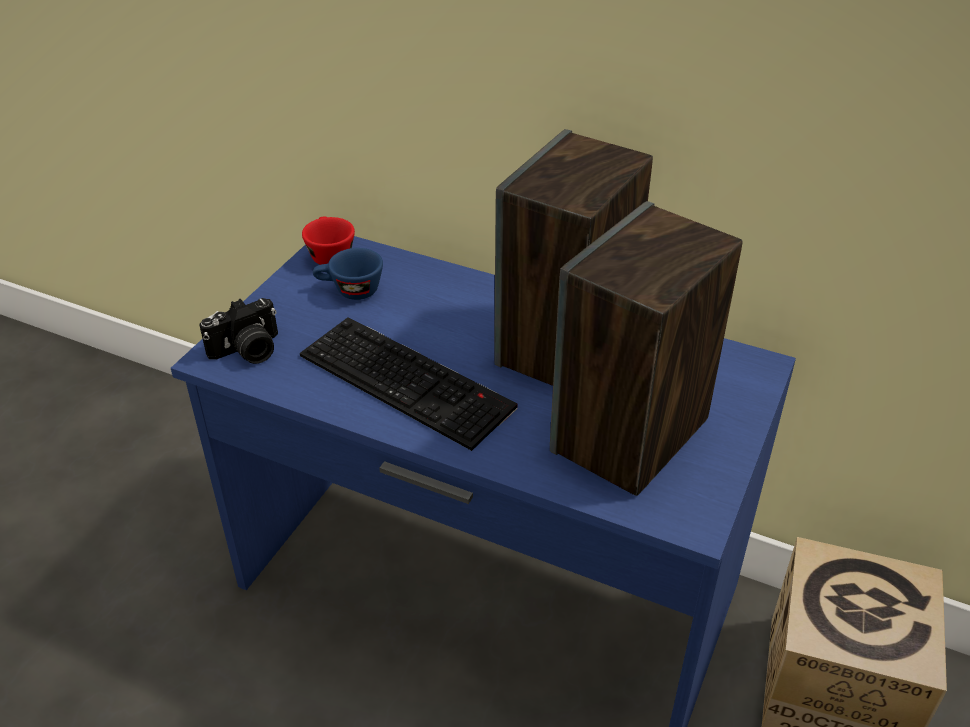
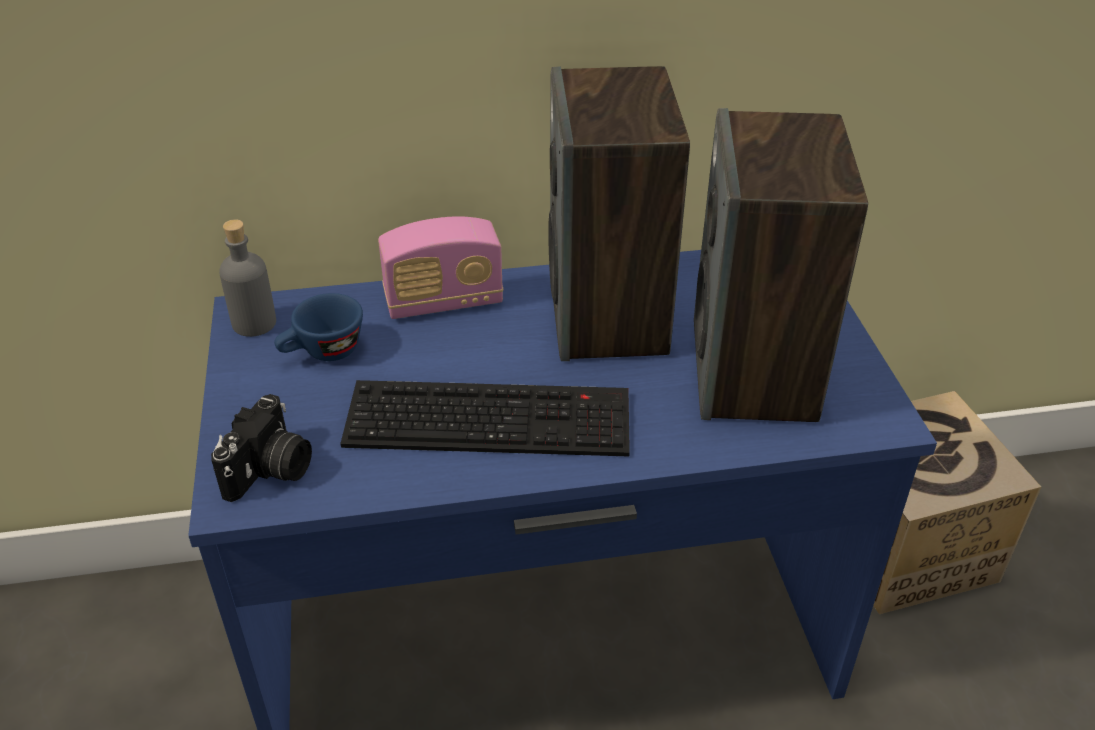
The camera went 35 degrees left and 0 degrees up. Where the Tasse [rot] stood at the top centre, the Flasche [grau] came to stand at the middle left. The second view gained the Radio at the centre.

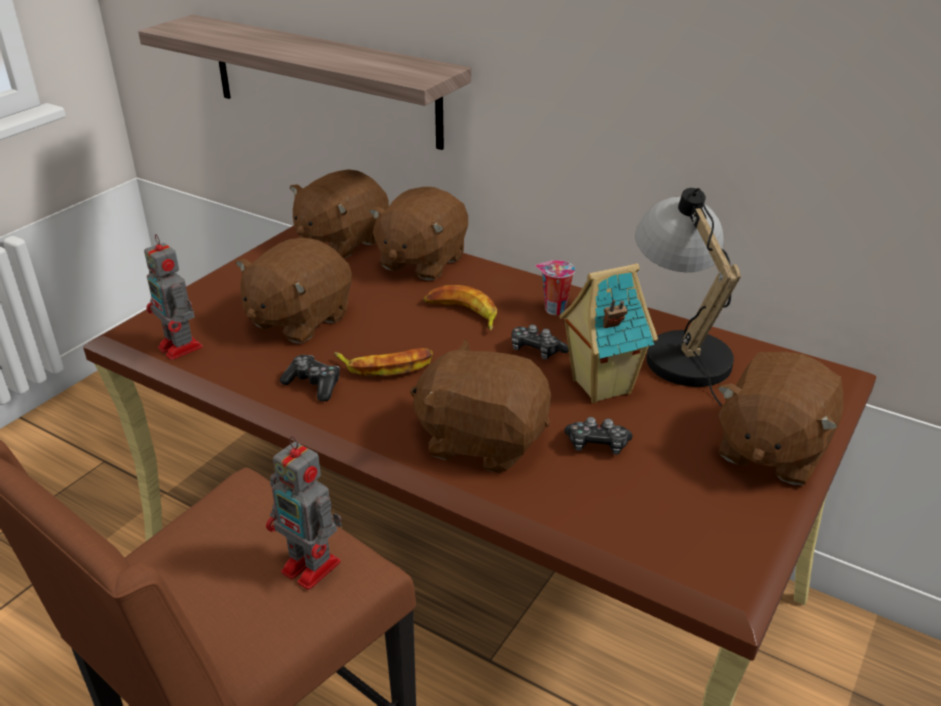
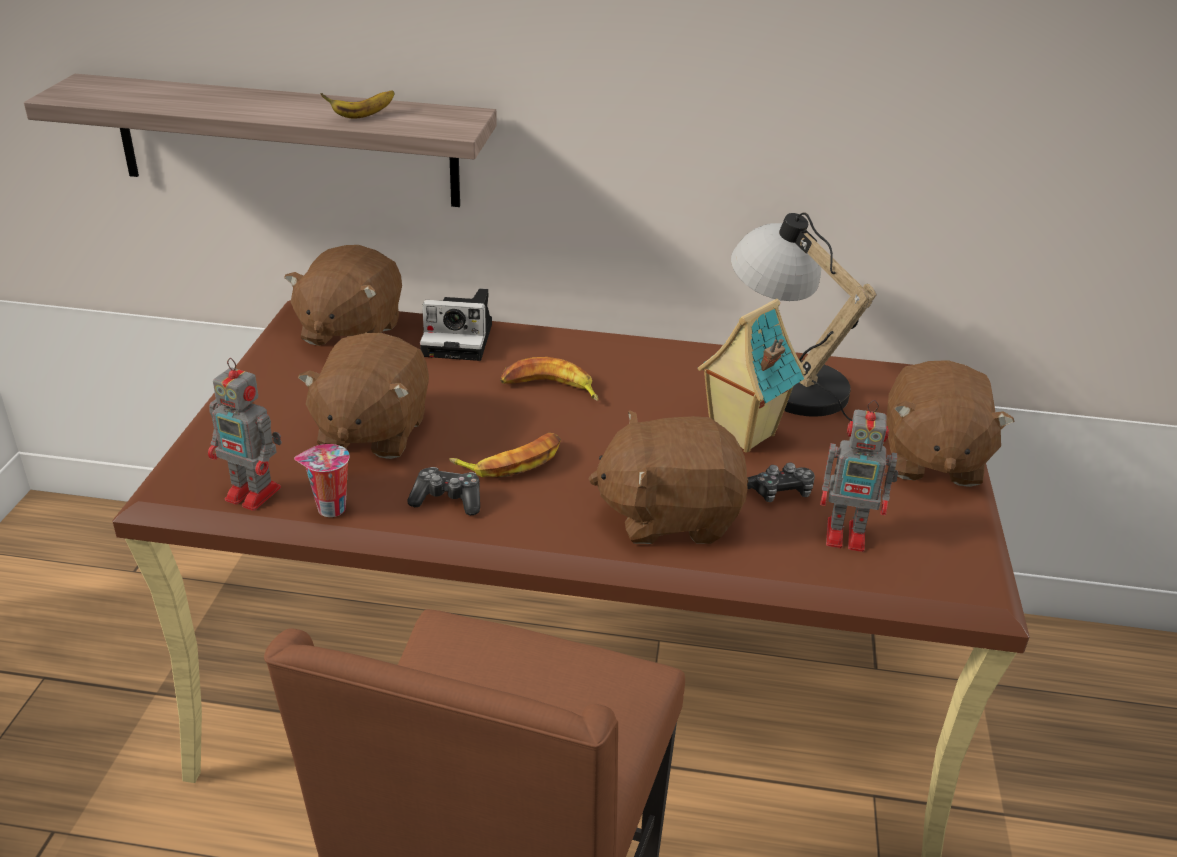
The camera went 25 degrees left and 0 degrees up. The Spielzeugroboter (no. 2 from left) ended up elsewhere, having gone from the bottom left to the middle right. Where the Plüschtier [braun] (no. 3 from left) stood at the top centre, the Kamera came to stand at the centre. The second view lost the Gamepad (no. 2 from left) at the centre. The Tasse ended up elsewhere, having gone from the centre to the middle left. The second view gained the Banane (no. 1 from left) at the top left.

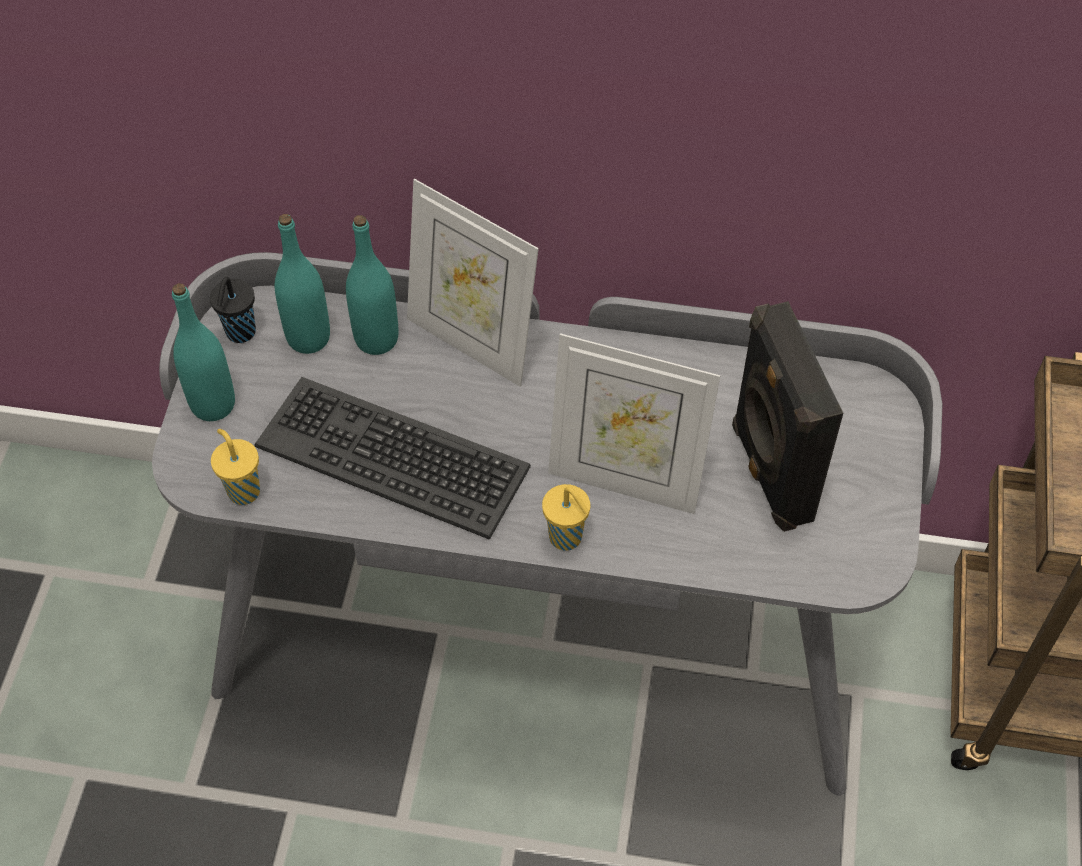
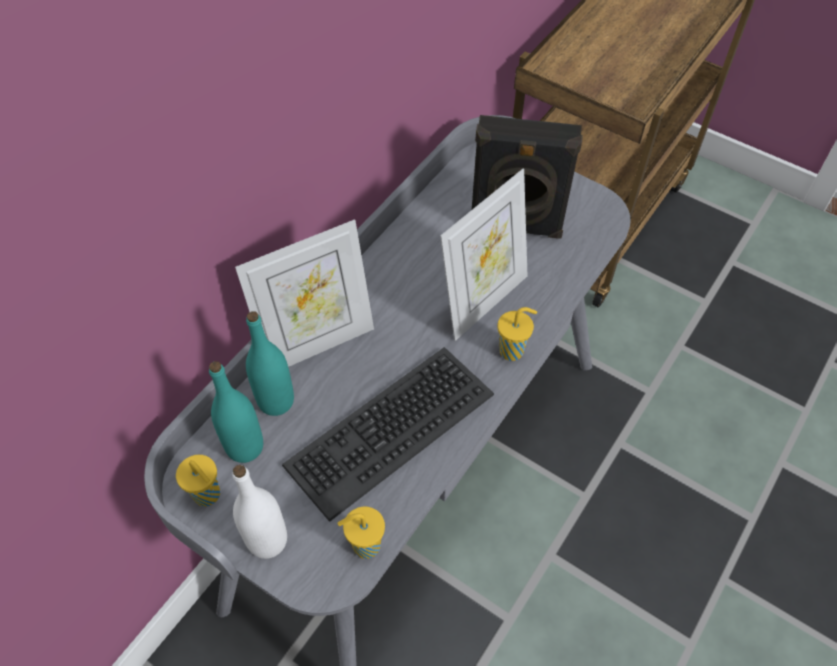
The camera went 65 degrees left and 0 degrees up. What was the Flasche [türkis] (no. 1 from left) at the middle left turned into the Flasche [weiß] at the bottom left. What was the Tasse [schwarz] at the middle left turned into the Tasse [gelb] (no. 1 from left) at the bottom left.

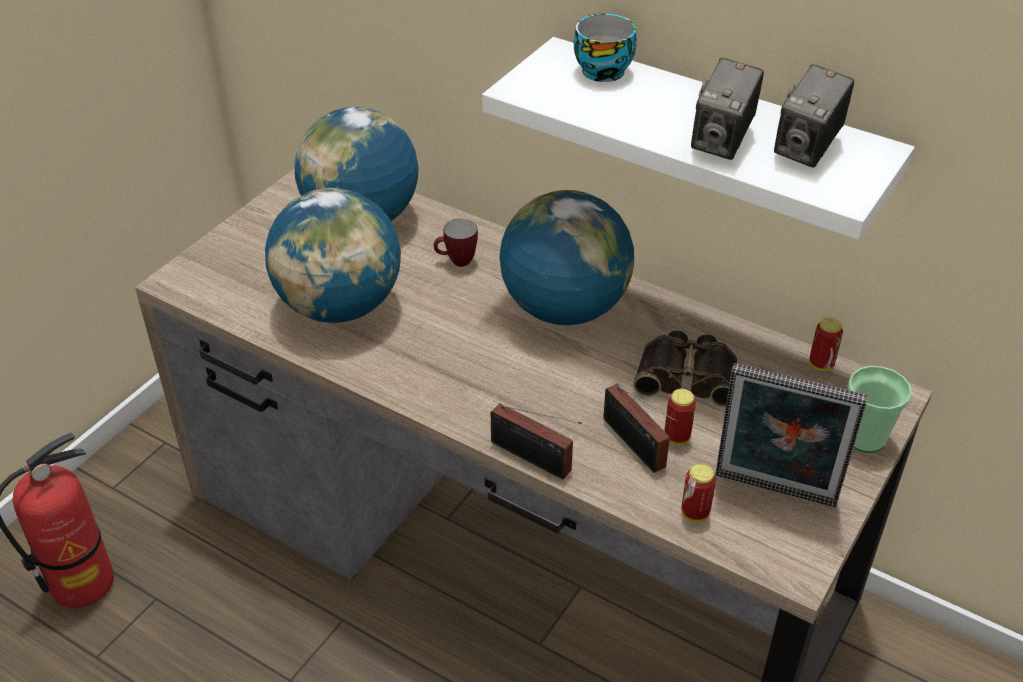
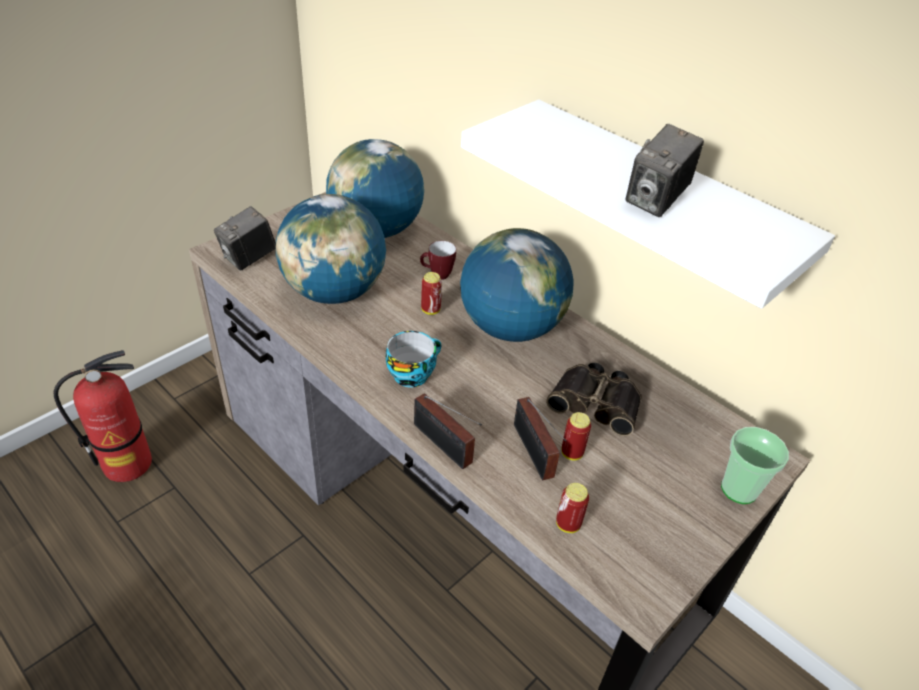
The camera went 10 degrees right and 0 degrees up. The Tasse (no. 1 from left) ended up elsewhere, having gone from the top centre to the centre. The second view lost the Bilderrahmen at the middle right. The Kamera (no. 2 from left in the first image) ended up elsewhere, having gone from the top right to the middle left. The Dose (no. 3 from left in the first image) ended up elsewhere, having gone from the middle right to the centre.

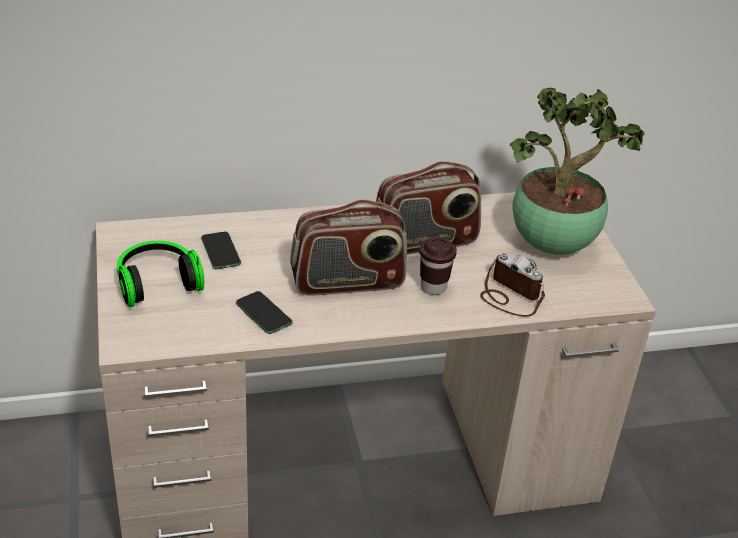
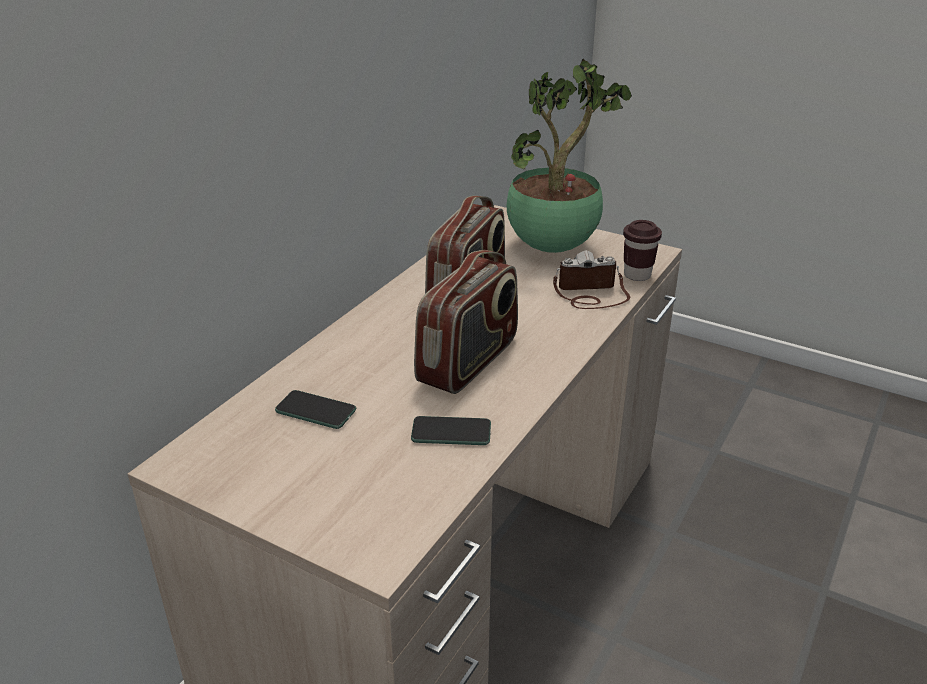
The camera went 45 degrees left and 5 degrees down. The second view lost the Kopfhörer at the middle left. The Tasse [braun] ended up elsewhere, having gone from the centre to the middle right.

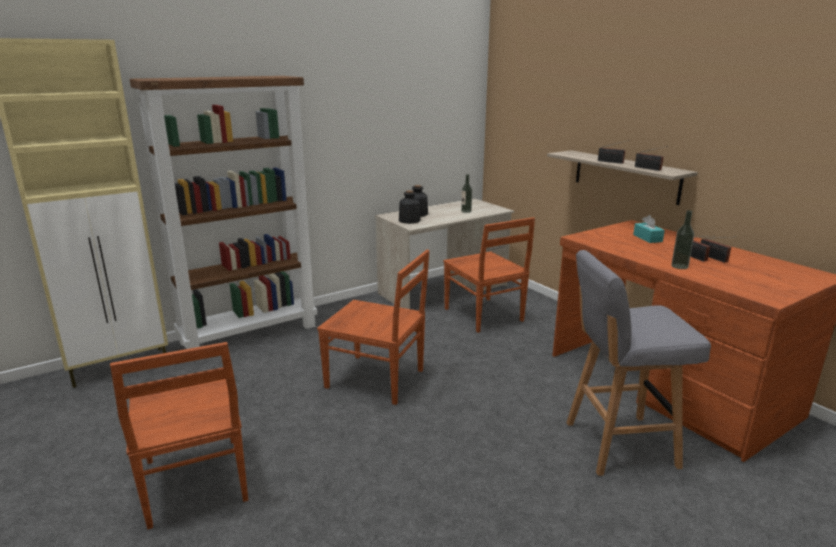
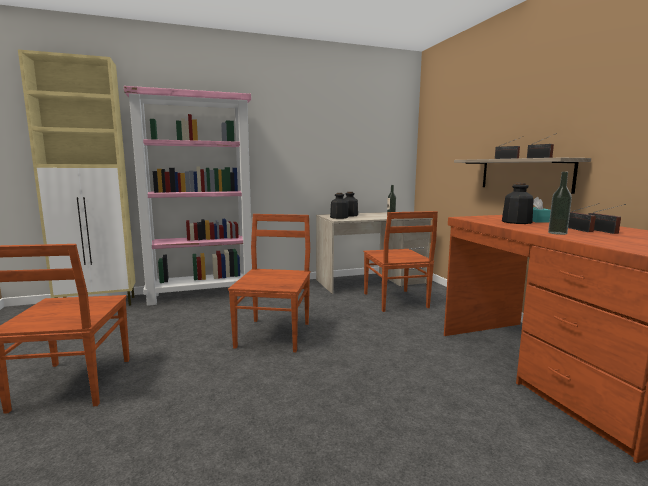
The camera went 15 degrees right and 10 degrees down. What was the Bücherregal [braun] at the middle left turned into the Bücherregal [rosa] at the middle left. The Stuhl [braun] (no. 2 from left) at the centre ended up facing another way, 120 degrees counterclockwise from before. The second view lost the Hocker [grau] at the middle right. The second view gained the Flasche (no. 4 from left) at the middle right.

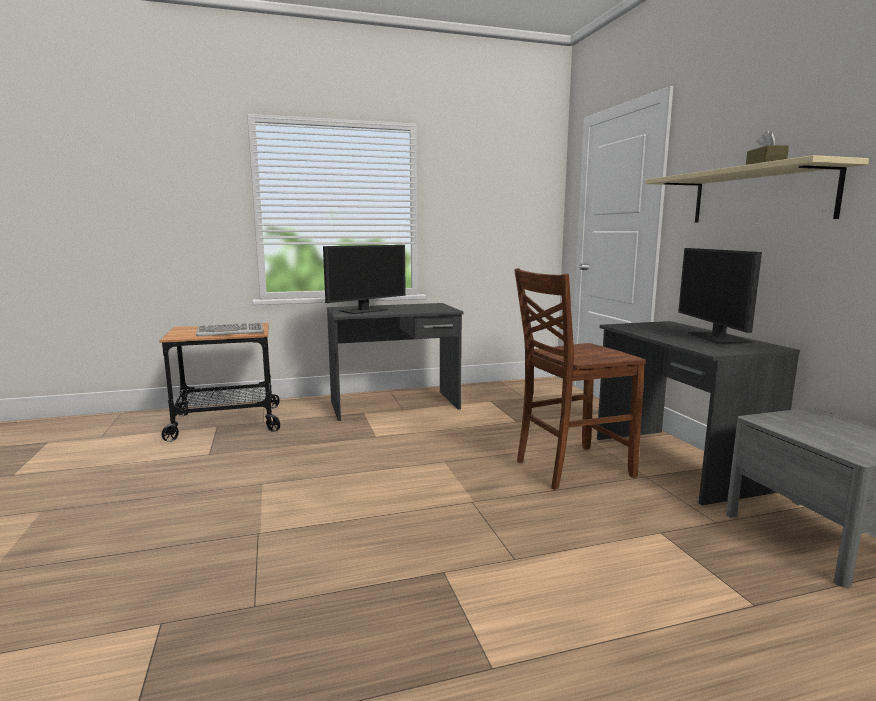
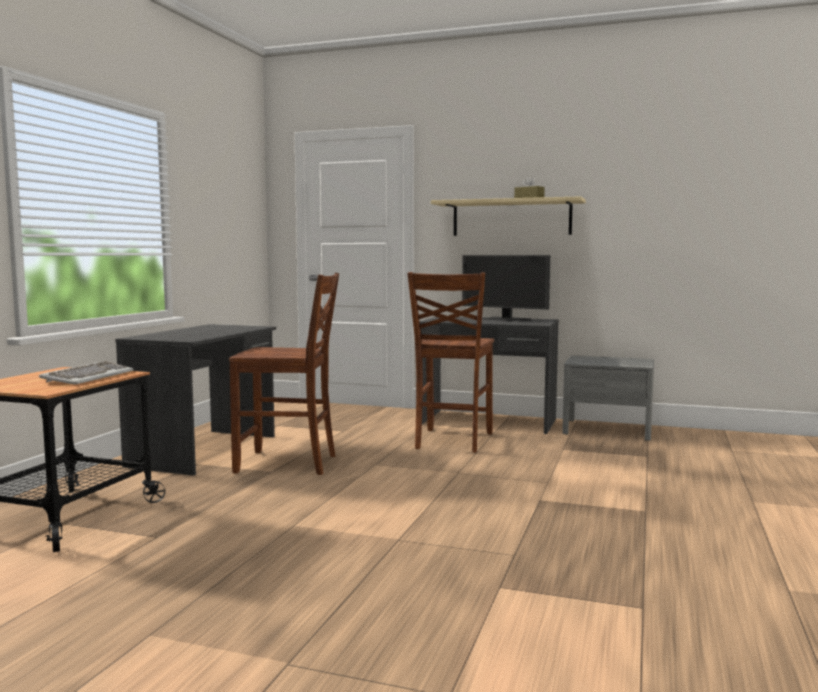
The camera went 55 degrees left and 5 degrees down. The second view lost the Monitor (no. 1 from left) at the centre. The second view gained the Stuhl [braun] (no. 1 from left) at the centre.

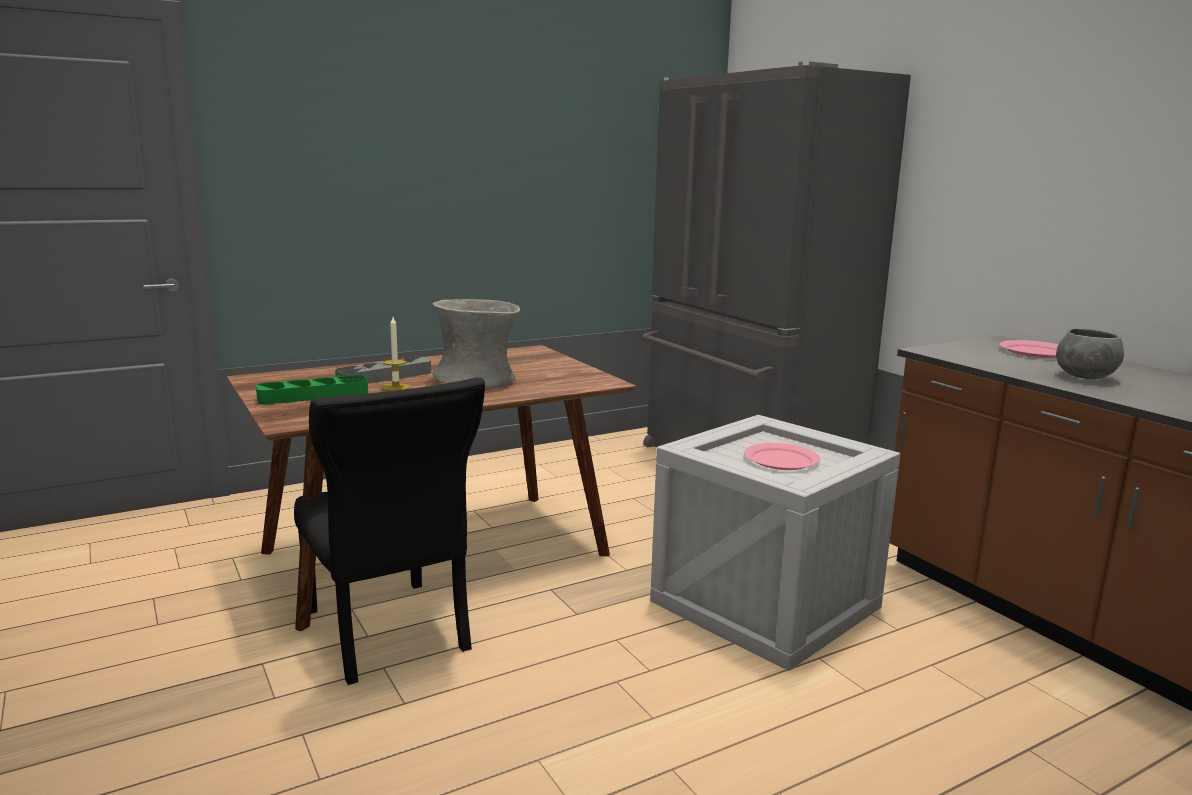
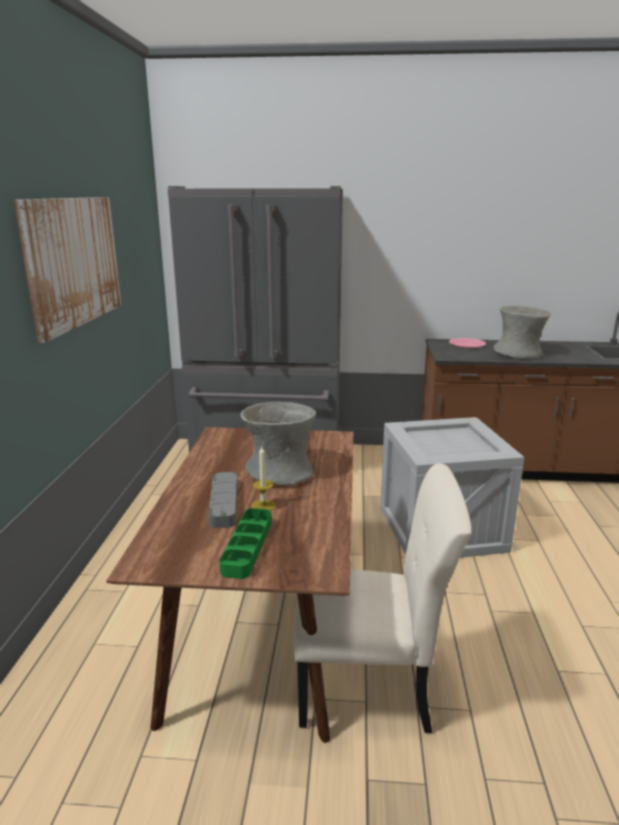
The camera went 55 degrees left and 5 degrees up. What was the Stuhl [schwarz] at the bottom left turned into the Stuhl [beige] at the bottom centre. The second view lost the Teller [rosa] (no. 1 from left) at the centre. Where the Schüssel [grau] stood at the middle right, the Vase [grau] (no. 2 from left) came to stand at the middle right. The second view gained the Bild at the top left.

